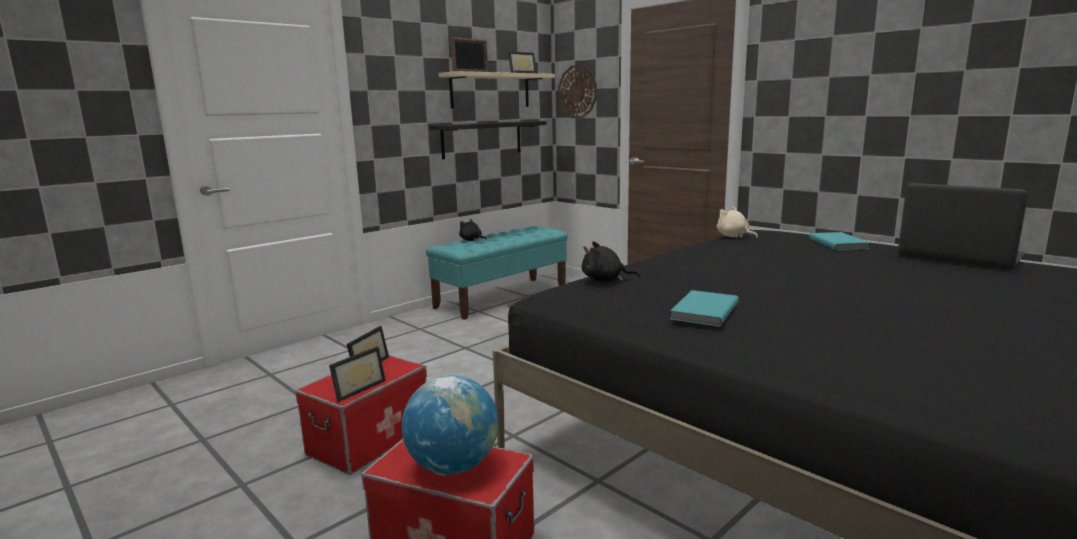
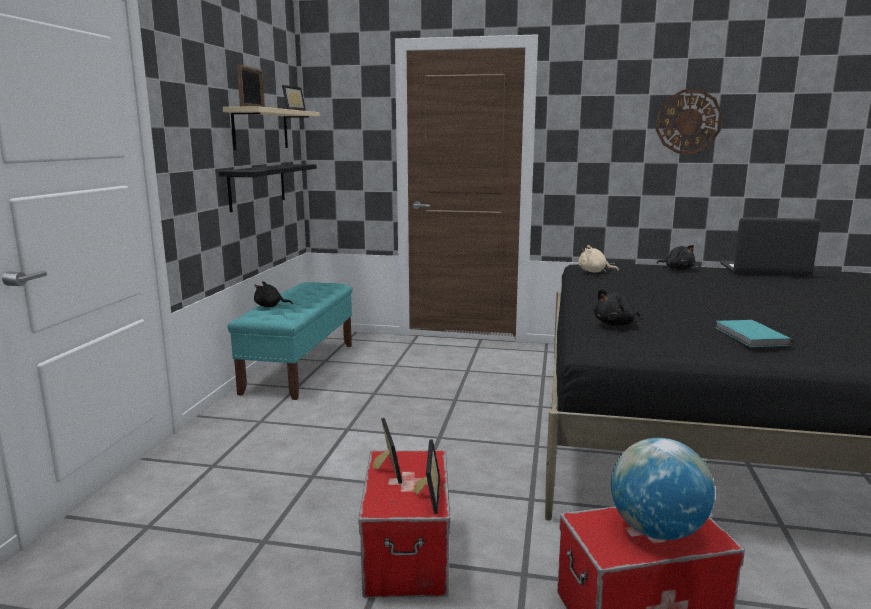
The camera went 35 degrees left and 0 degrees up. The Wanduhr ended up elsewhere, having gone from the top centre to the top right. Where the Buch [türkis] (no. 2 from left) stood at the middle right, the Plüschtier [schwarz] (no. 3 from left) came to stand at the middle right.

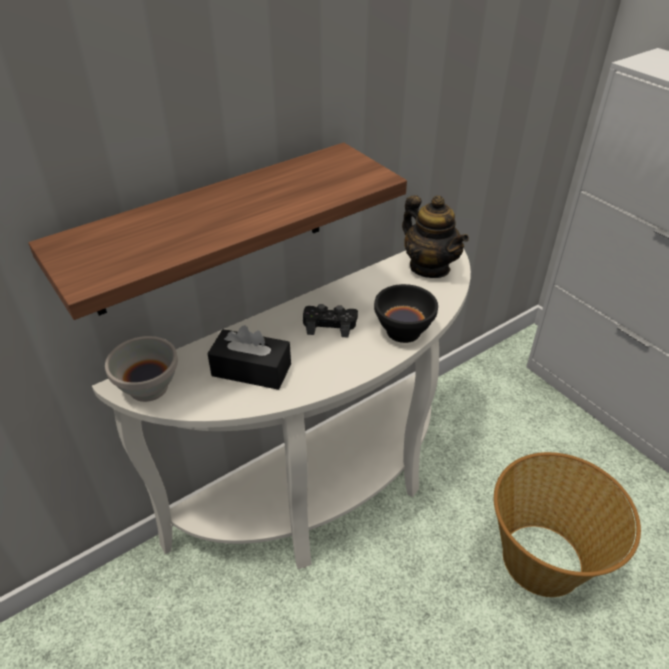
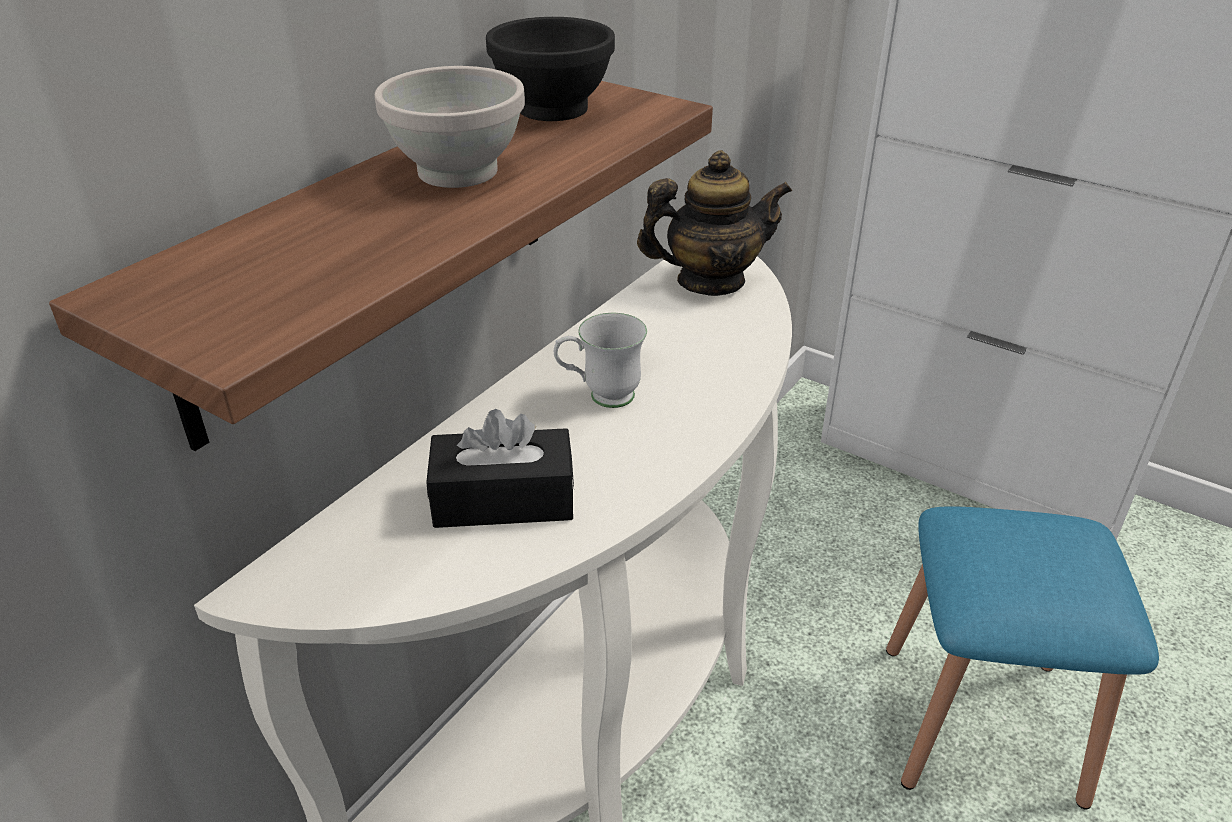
The camera went 20 degrees left and 5 degrees down. The Schüssel [weiß] ended up elsewhere, having gone from the middle left to the top centre. Where the Gamepad [schwarz] stood at the centre, the Henkelbecher [weiß] came to stand at the centre. The Schüssel [schwarz] ended up elsewhere, having gone from the centre to the top centre. The Teekanne at the centre ended up facing another way, 45 degrees counterclockwise from before. Where the Korb stood at the bottom right, the Hocker [blau] came to stand at the bottom right.

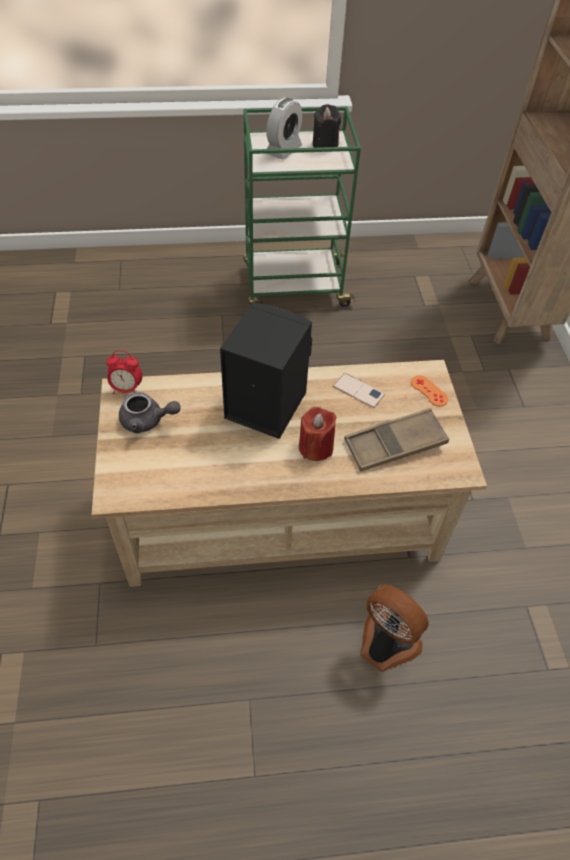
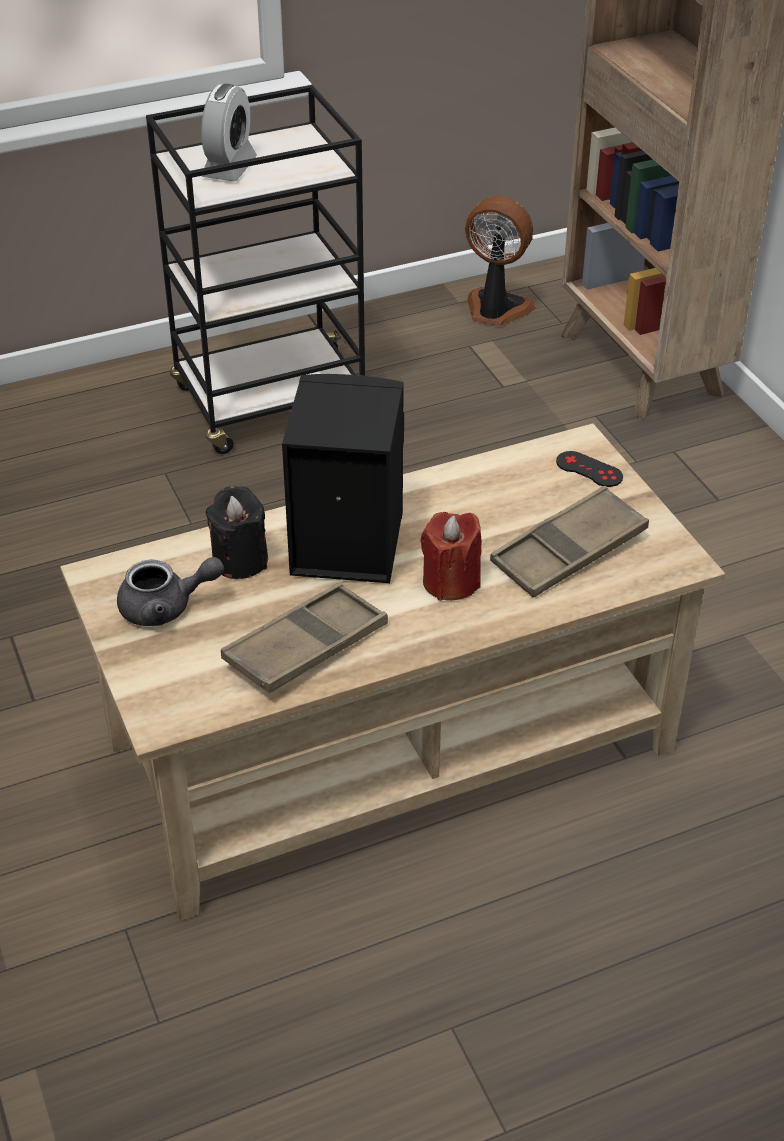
The camera went 15 degrees left and 10 degrees down. The second view lost the Wecker (no. 1 from left) at the middle left. What was the Rollwagen [grün] at the top centre turned into the Rollwagen [schwarz] at the top left. The Kerze [schwarz] ended up elsewhere, having gone from the top centre to the middle left. The second view lost the Handy at the centre. The Ventilator ended up elsewhere, having gone from the bottom right to the top centre. What was the Gamepad [orange] at the middle right turned into the Gamepad [schwarz] at the middle right. The second view gained the Tablett [braun] (no. 1 from left) at the centre.

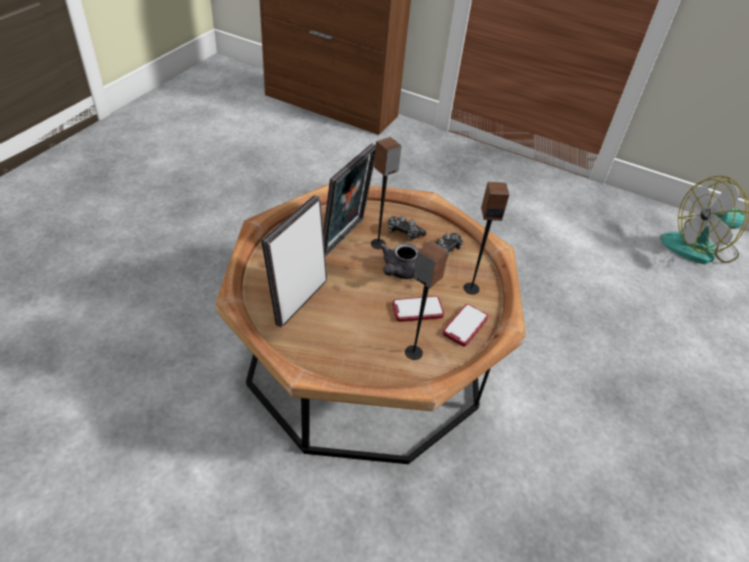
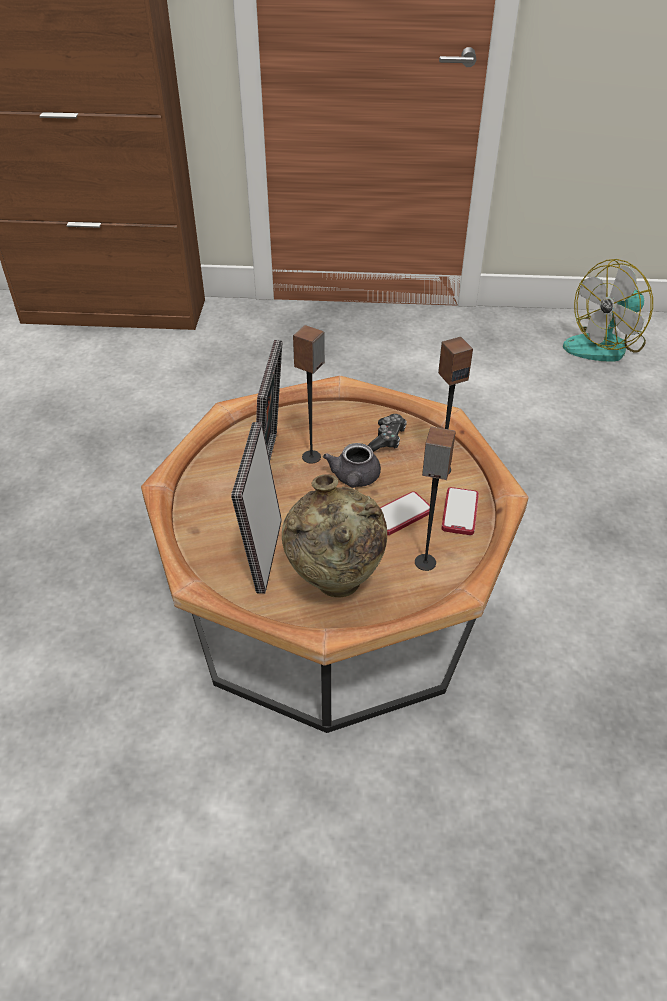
The camera went 20 degrees left and 0 degrees up. The second view lost the Gamepad (no. 1 from left) at the centre. The second view gained the Vase [beige] at the centre.

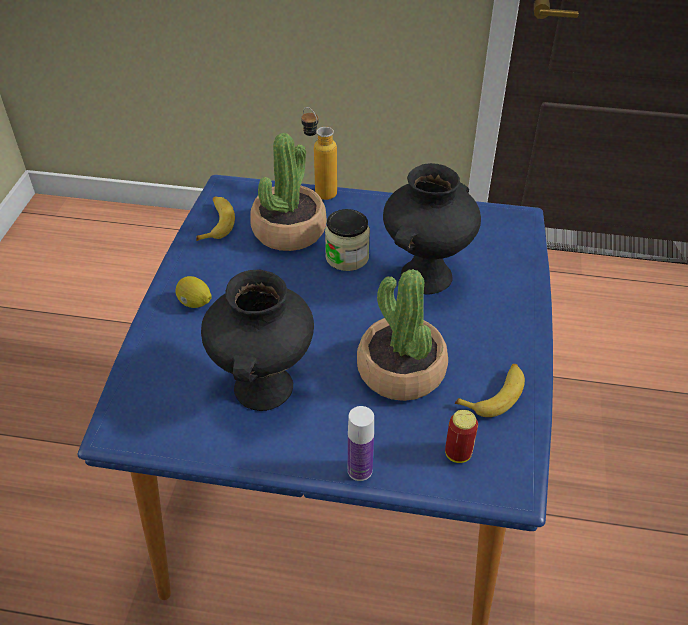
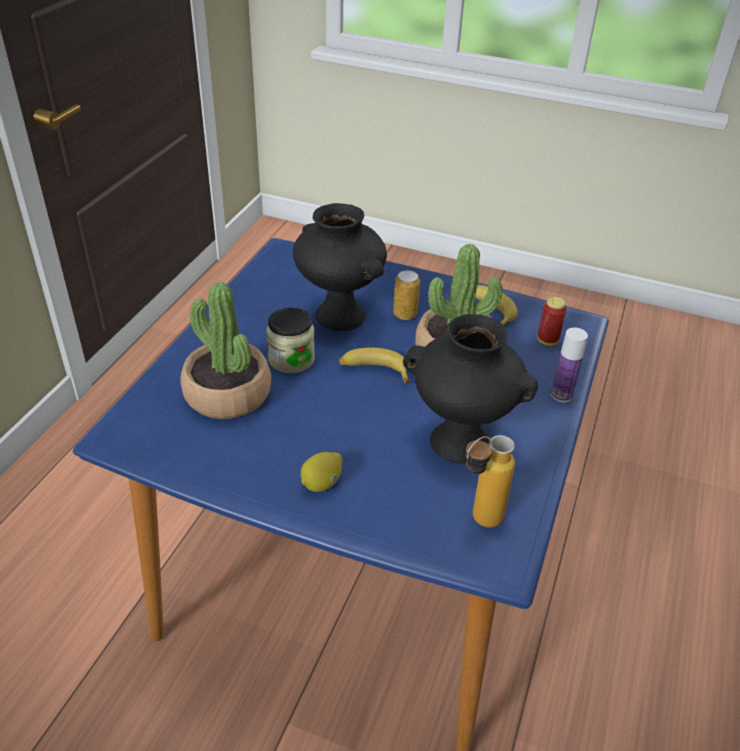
The camera went 80 degrees left and 5 degrees down. The Banane (no. 1 from left) ended up elsewhere, having gone from the middle left to the centre. The Flasche (no. 1 from left) ended up elsewhere, having gone from the top centre to the centre. The second view gained the Dose (no. 1 from left) at the centre.

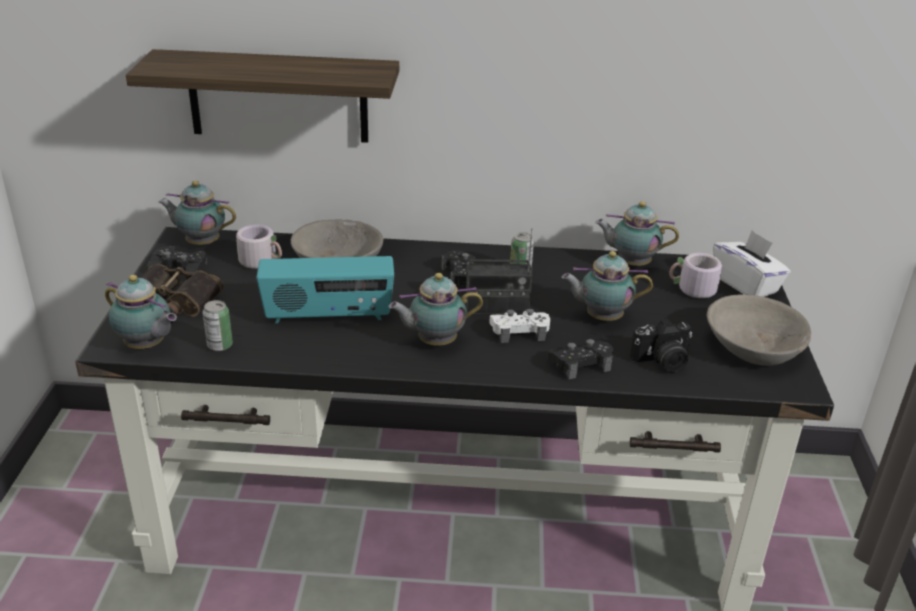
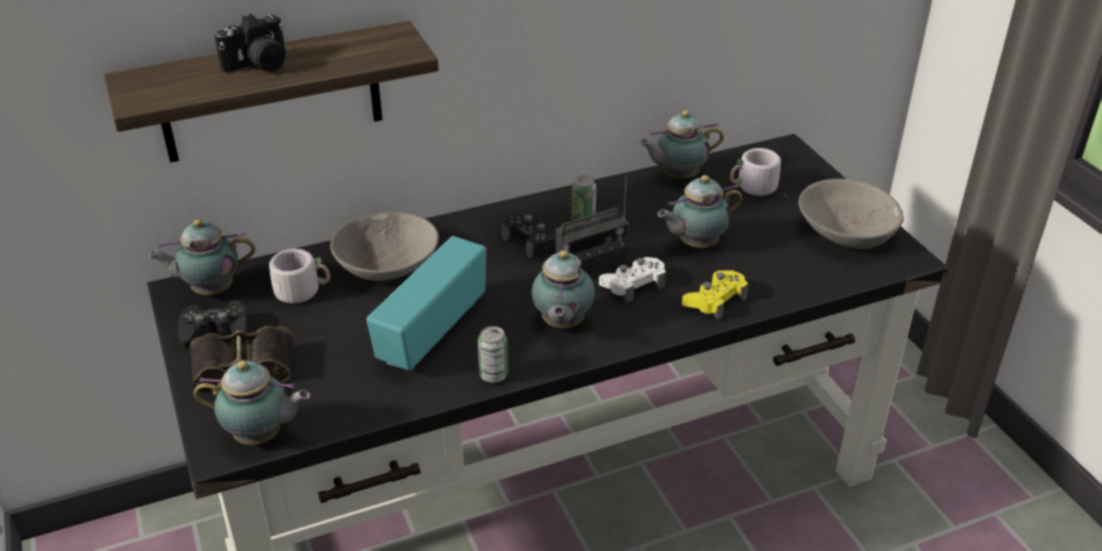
The camera went 25 degrees left and 5 degrees up. The Dose (no. 1 from left) ended up elsewhere, having gone from the middle left to the centre. The Radio (no. 1 from left) at the centre ended up facing another way, 150 degrees clockwise from before. The Teekanne (no. 3 from left) at the centre ended up facing another way, 45 degrees counterclockwise from before. What was the Gamepad [schwarz] (no. 3 from left) at the centre turned into the Gamepad [gelb] at the centre. The Kamera ended up elsewhere, having gone from the middle right to the top left. The second view lost the Taschentuchbox [weiß] at the middle right.

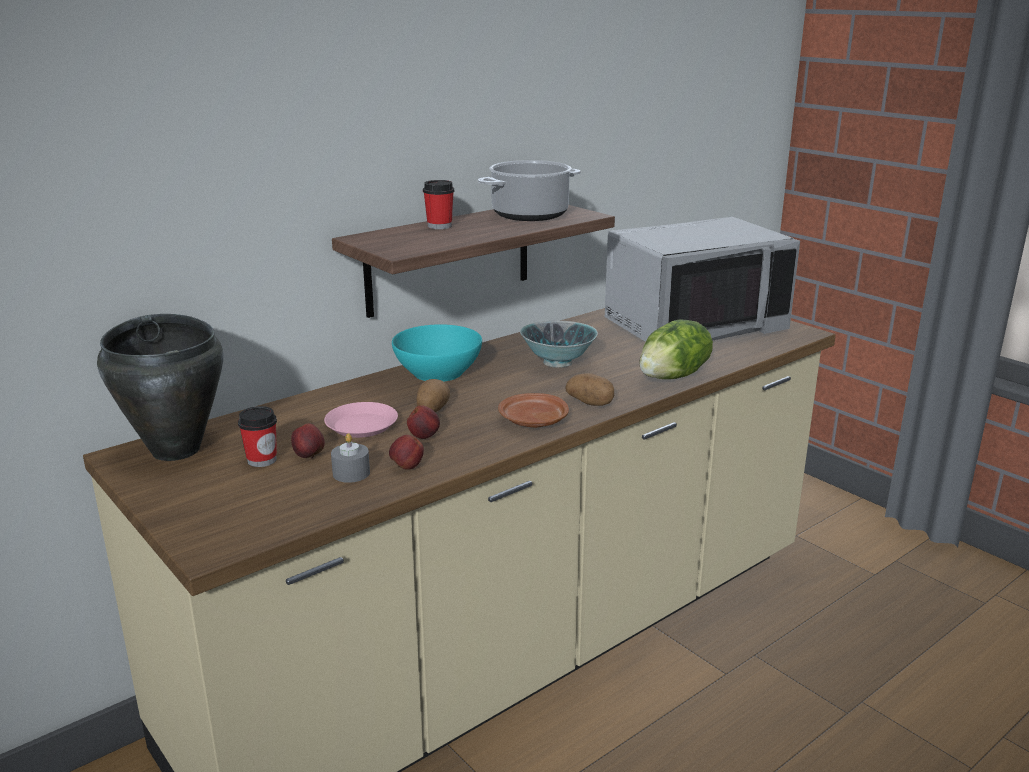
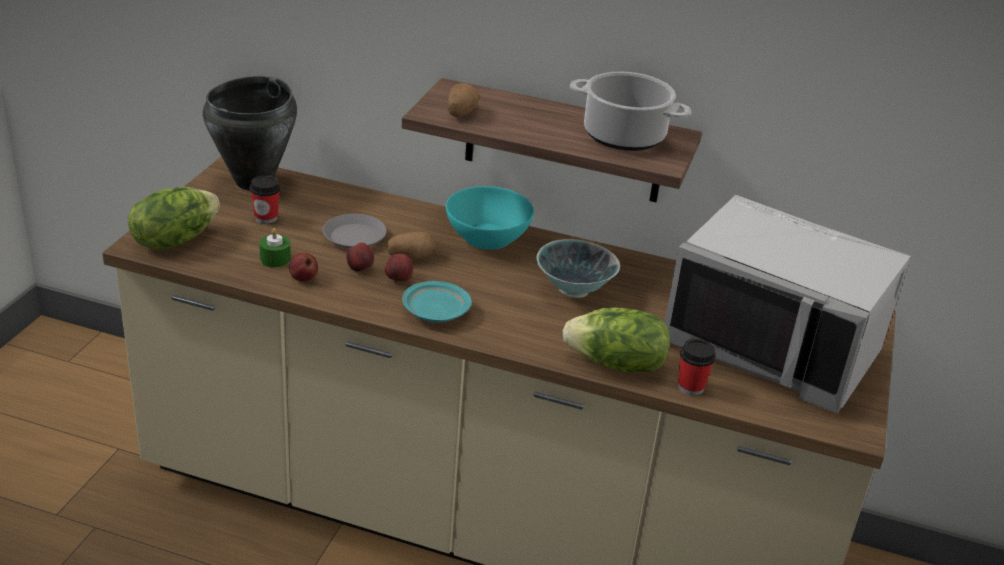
The camera went 55 degrees right and 10 degrees up. The Apfel (no. 1 from left in the first image) ended up elsewhere, having gone from the middle left to the centre. What was the Teller [rosa] at the centre turned into the Teller [grau] at the centre. What was the Kerze [grau] at the centre turned into the Kerze [grün] at the middle left. The Tasse (no. 2 from left) ended up elsewhere, having gone from the top centre to the middle right. What was the Teller [braun] at the centre turned into the Teller [türkis] at the centre. The Kartoffel (no. 2 from left) ended up elsewhere, having gone from the centre to the top centre. The second view gained the Salatkopf (no. 1 from left) at the middle left.

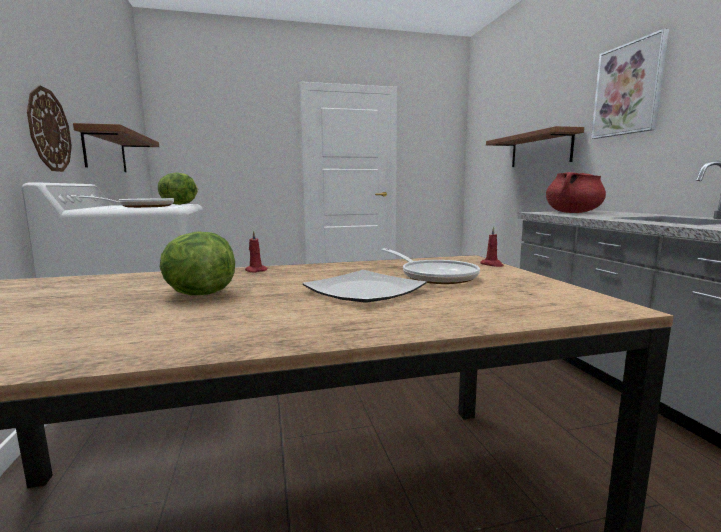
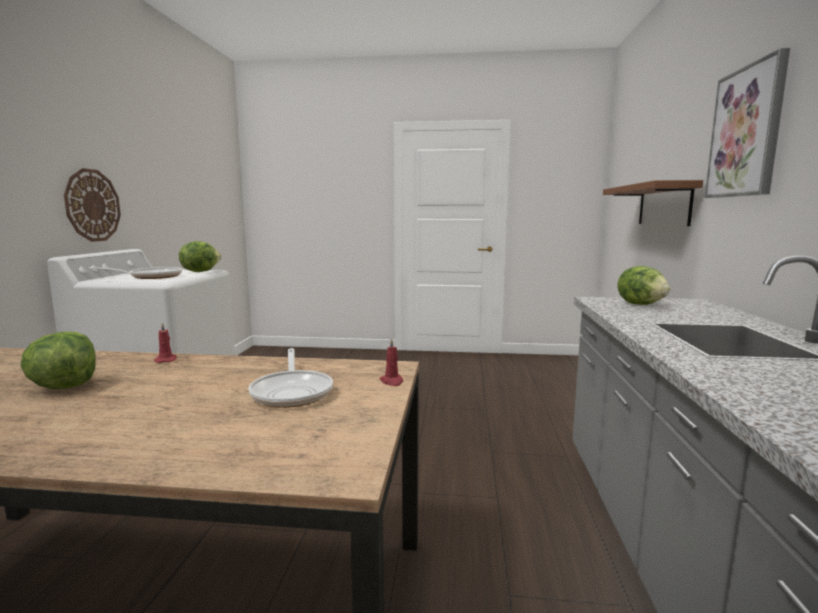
The camera went 20 degrees right and 0 degrees up. The second view lost the Wandregal [braun] (no. 1 from left) at the top left. The second view lost the Teller at the centre. Where the Kochtopf [rot] stood at the middle right, the Salatkopf (no. 3 from left) came to stand at the middle right.

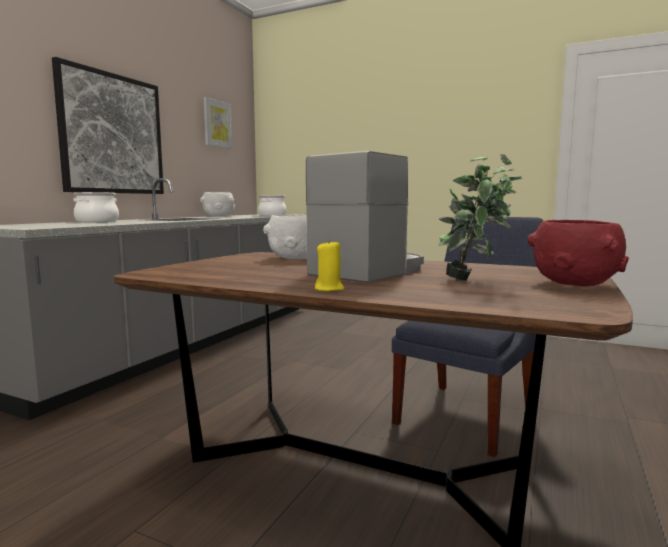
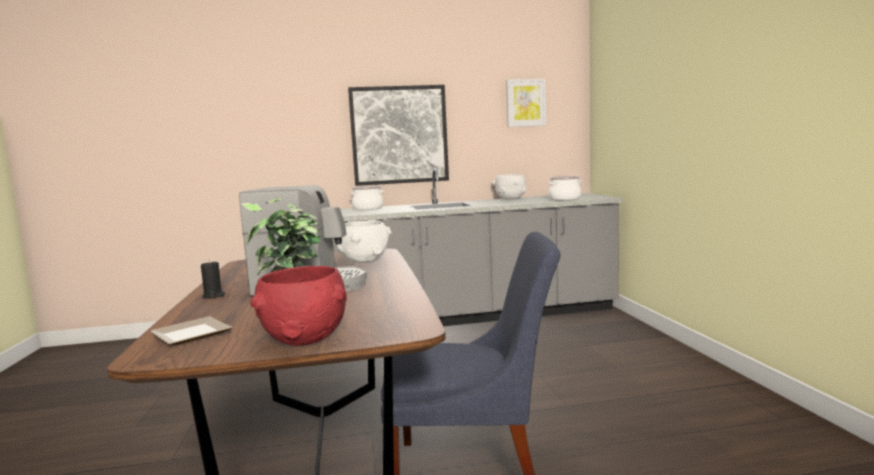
The camera went 55 degrees right and 0 degrees up. What was the Kerze [gelb] at the centre turned into the Kerze [schwarz] at the middle left. The second view gained the Teller at the bottom left.

